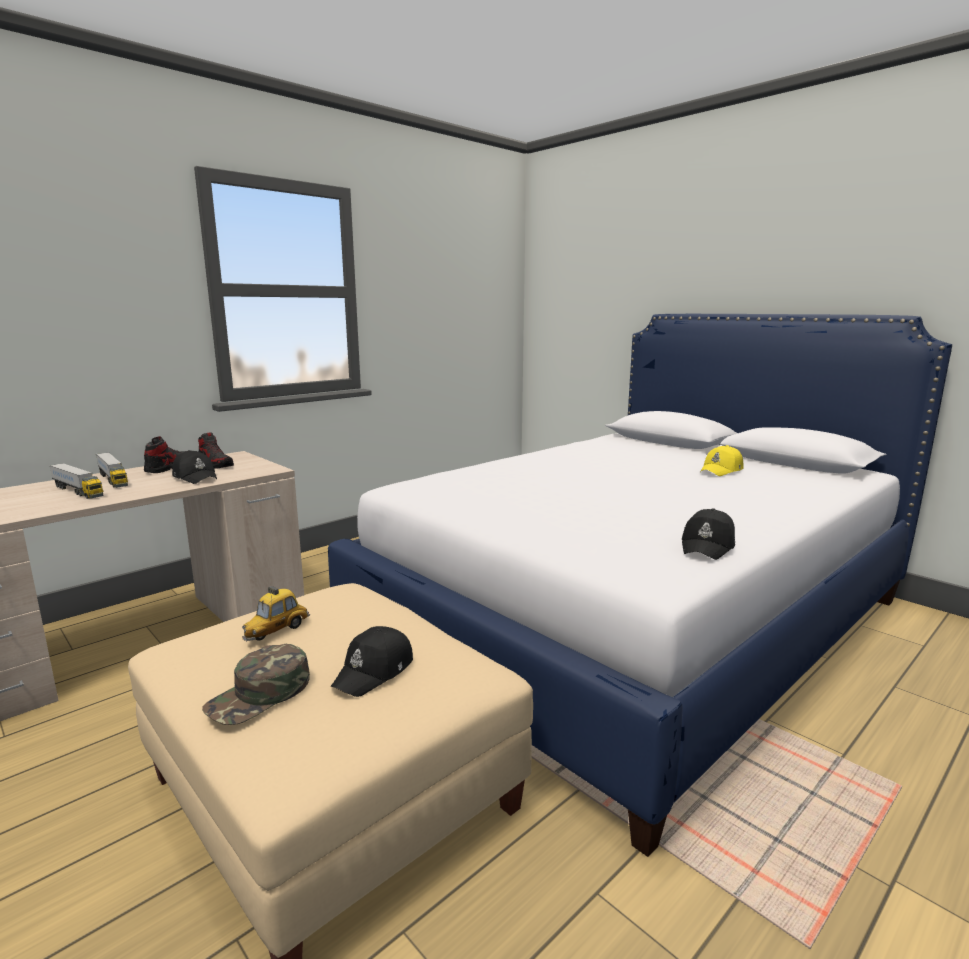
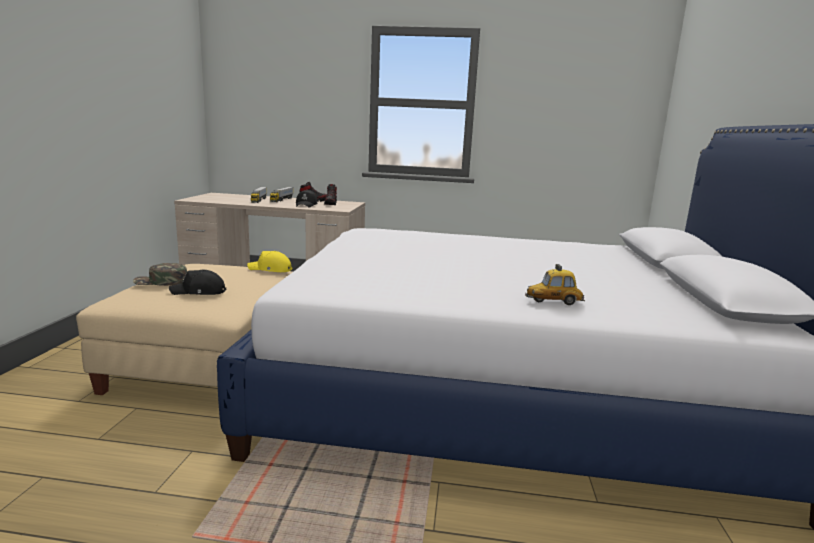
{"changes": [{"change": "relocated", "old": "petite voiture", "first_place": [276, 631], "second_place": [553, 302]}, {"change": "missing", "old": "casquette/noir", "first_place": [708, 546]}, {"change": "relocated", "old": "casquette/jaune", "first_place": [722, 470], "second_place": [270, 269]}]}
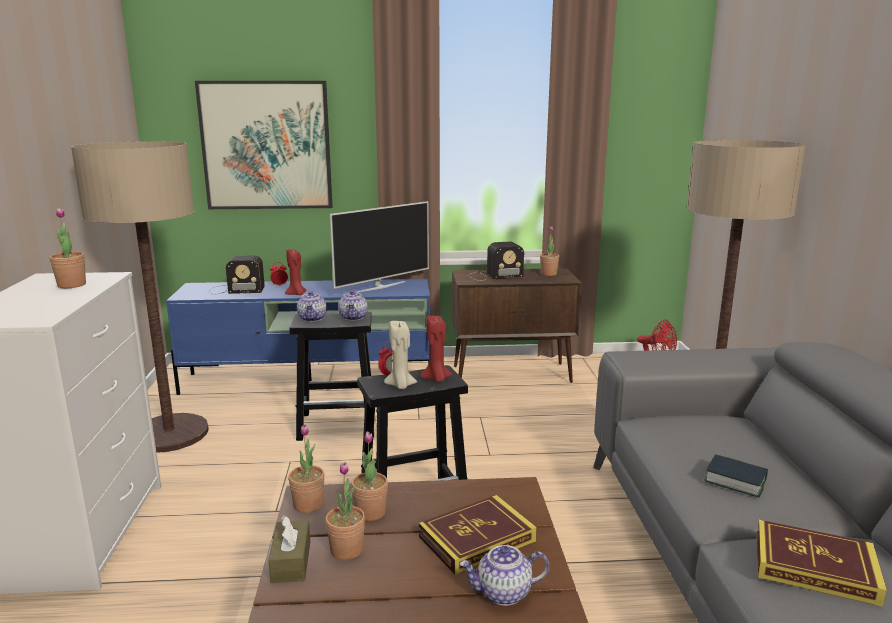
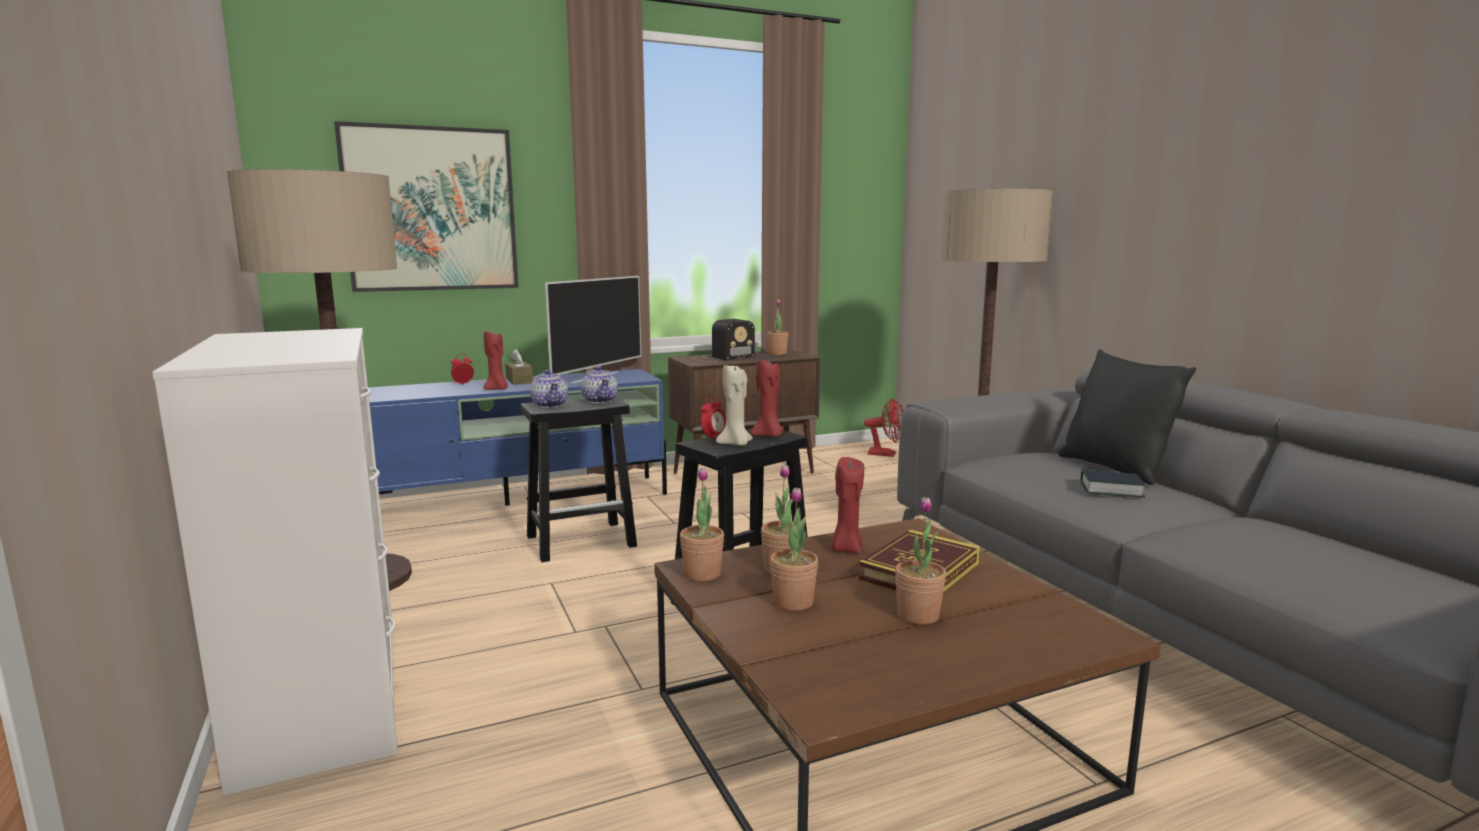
{"changes": [{"change": "relocated", "old": "plante en pot", "first_place": [71, 285], "second_place": [918, 615]}, {"change": "missing", "old": "radio", "first_place": [235, 289]}, {"change": "relocated", "old": "boîte à mouchoirs/marron", "first_place": [291, 561], "second_place": [519, 380]}, {"change": "missing", "old": "théière", "first_place": [503, 593]}, {"change": "missing", "old": "livre", "first_place": [815, 567]}, {"change": "appeared", "new": "bougie/rouge", "second_place": [846, 549]}, {"change": "appeared", "new": "coussin/noir", "second_place": [1113, 469]}]}
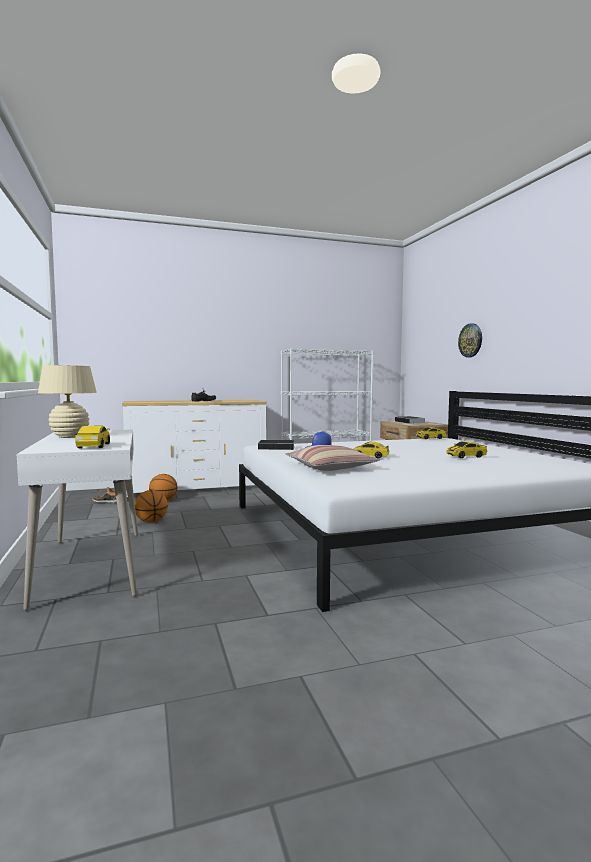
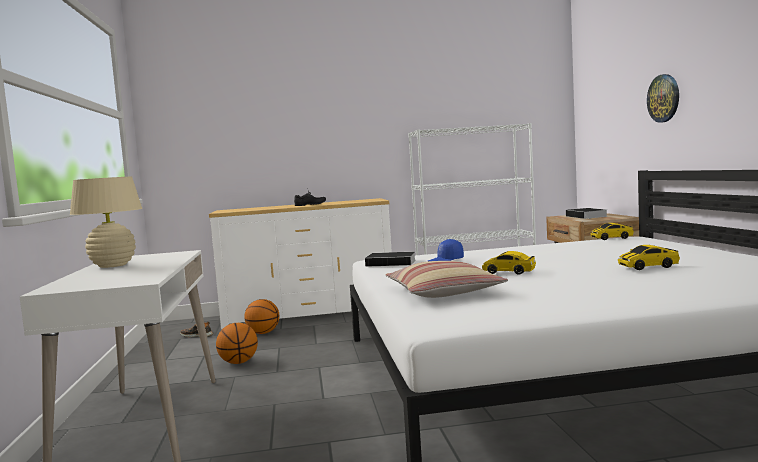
{"changes": [{"change": "missing", "old": "petite voiture", "first_place": [93, 446]}]}
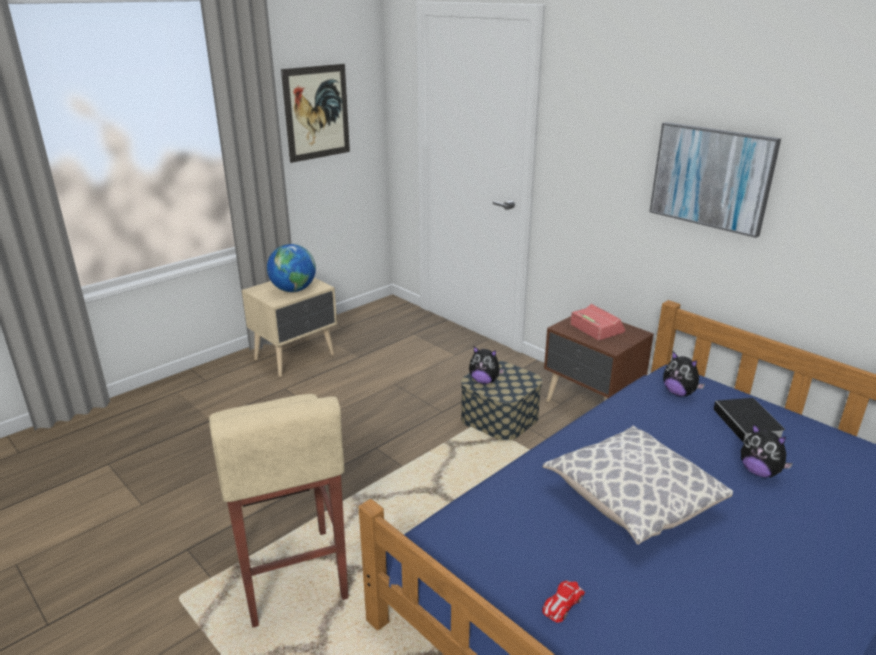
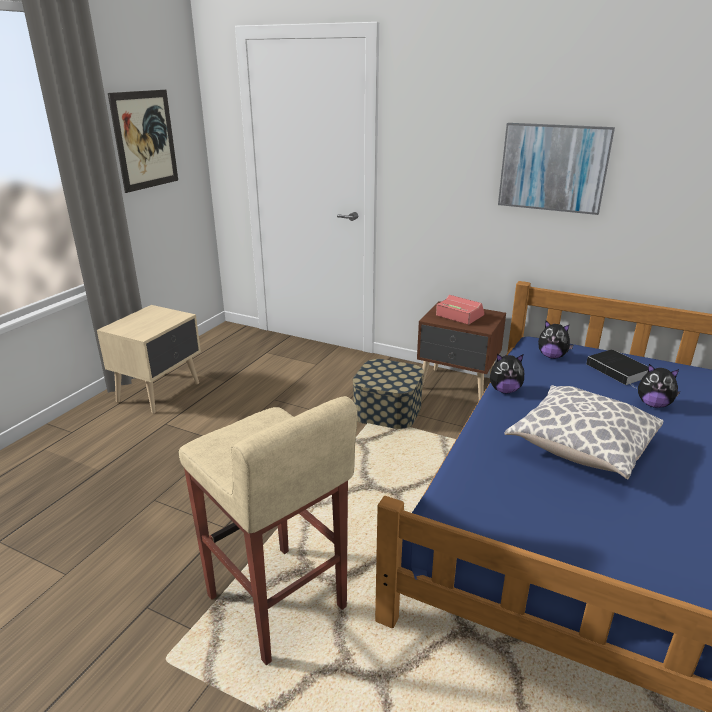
{"changes": [{"change": "missing", "old": "globe", "first_place": [293, 290]}, {"change": "relocated", "old": "peluche", "first_place": [484, 381], "second_place": [504, 390]}, {"change": "missing", "old": "petite voiture", "first_place": [562, 604]}]}
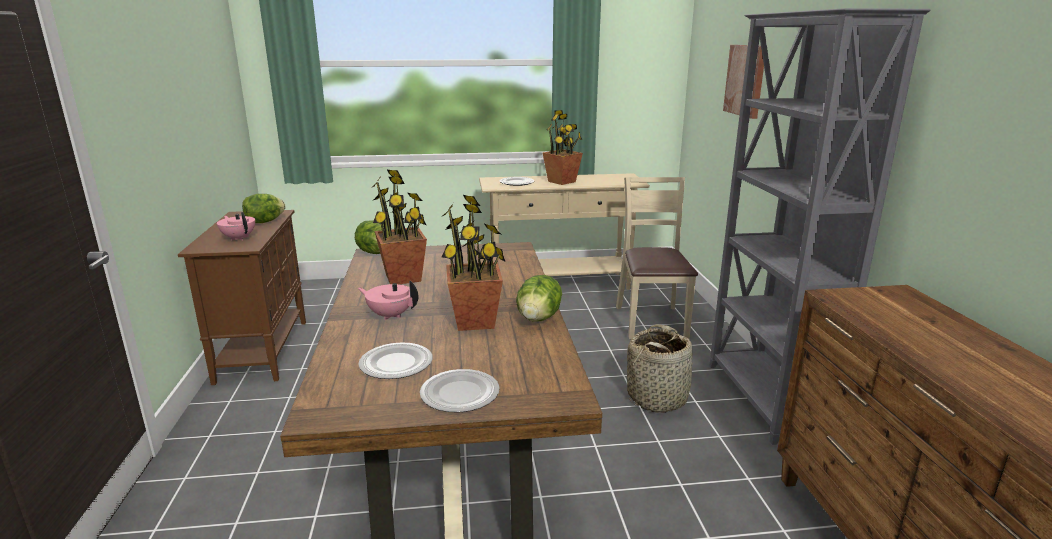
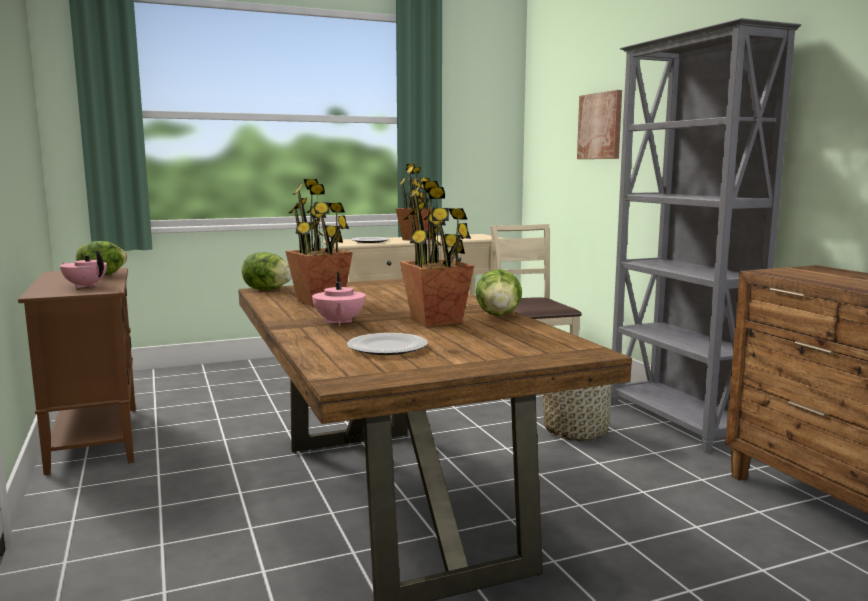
{"changes": [{"change": "spun", "old": "théière/rose", "first_place": [390, 315], "second_place": [339, 322], "degrees": -105}, {"change": "missing", "old": "assiette", "first_place": [461, 393]}]}
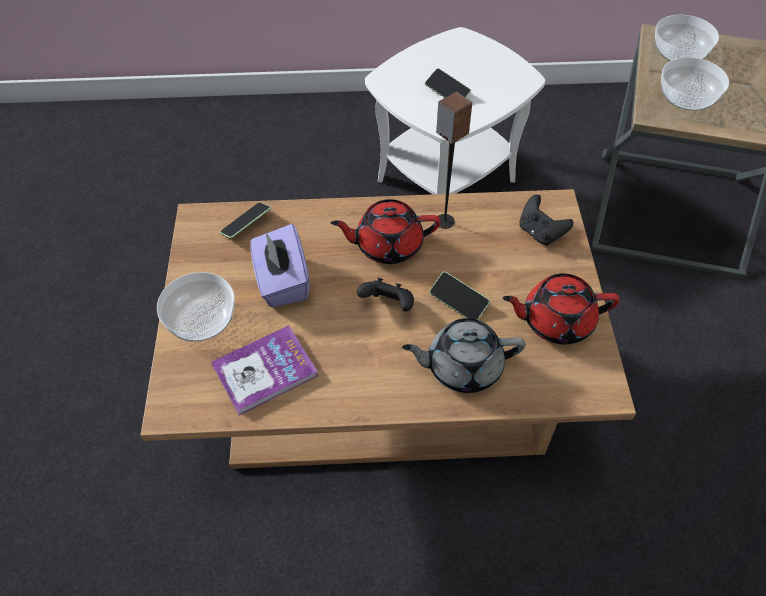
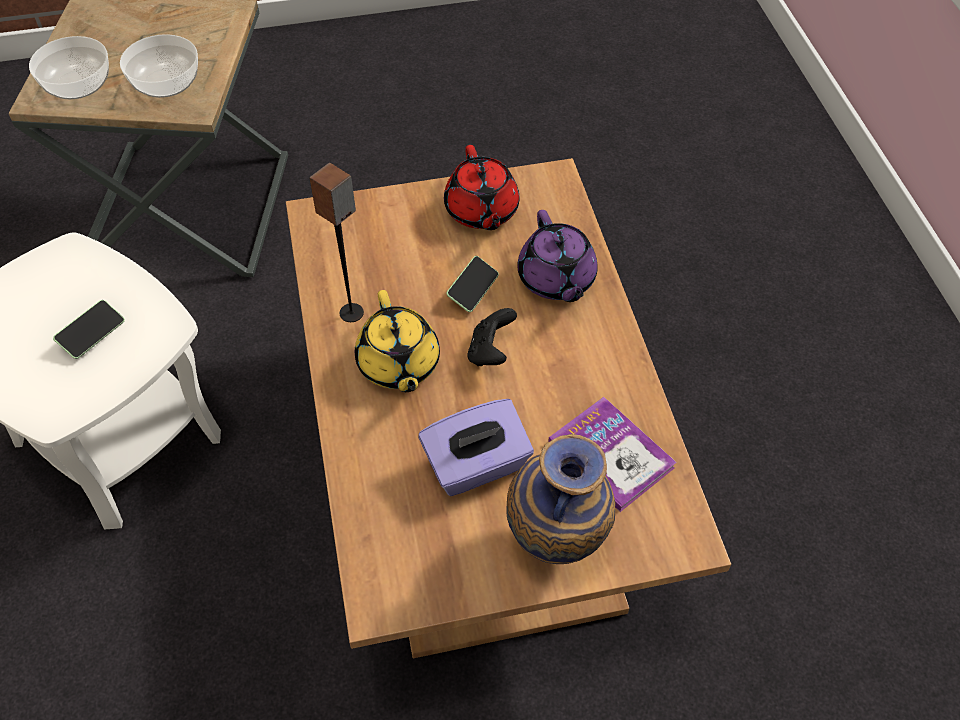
{"changes": [{"change": "exchanged", "old": "bol", "new": "vase", "first_place": [200, 319], "second_place": [556, 546]}, {"change": "missing", "old": "téléphone", "first_place": [246, 225]}, {"change": "colour", "old": "théière/rouge", "new": "théière/jaune", "first_place": [387, 245], "second_place": [398, 364]}, {"change": "colour", "old": "théière/gris", "new": "théière/violet", "first_place": [462, 366], "second_place": [556, 280]}, {"change": "missing", "old": "manette/noir", "first_place": [540, 233]}]}
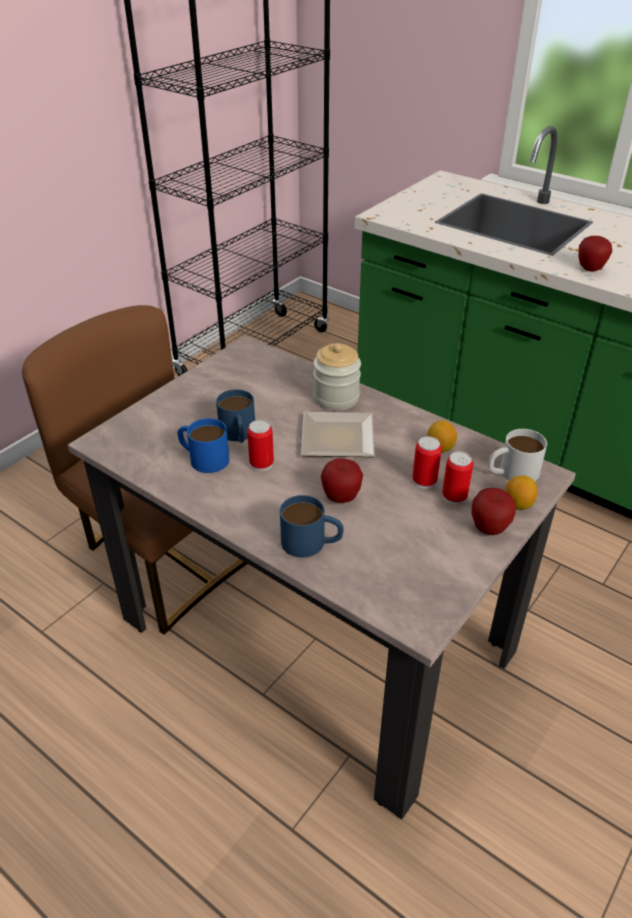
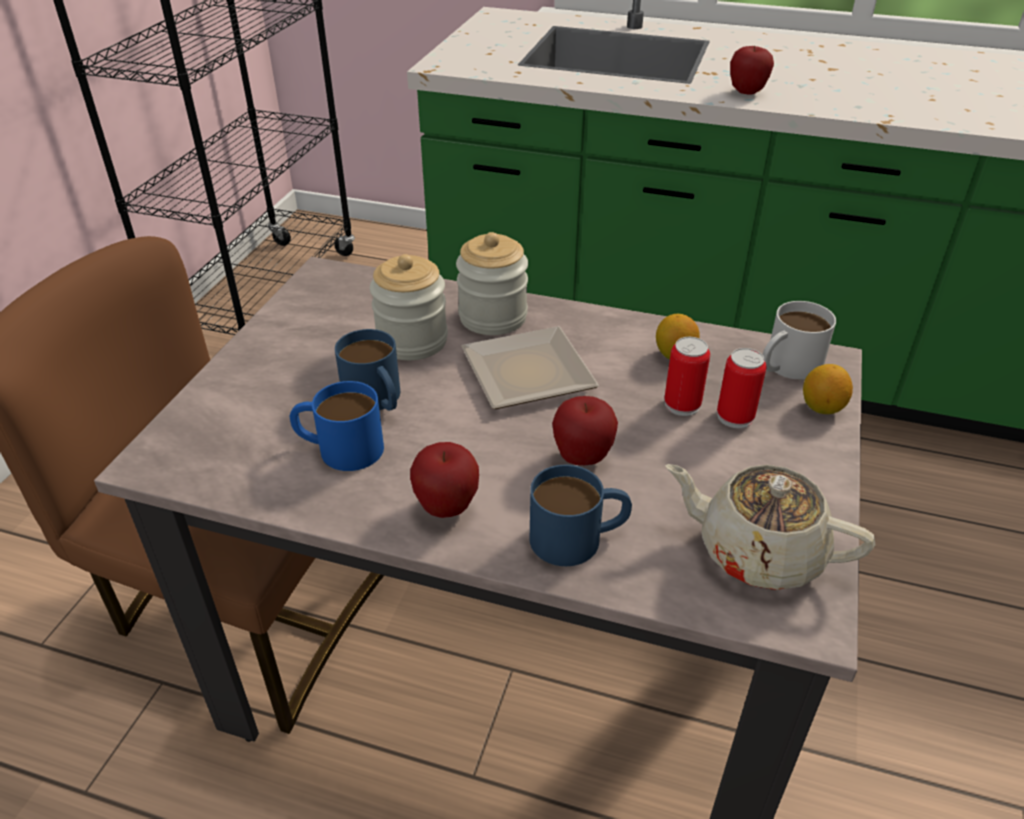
{"changes": [{"change": "missing", "old": "boîte métallique", "first_place": [261, 464]}, {"change": "relocated", "old": "pomme", "first_place": [489, 529], "second_place": [447, 507]}, {"change": "appeared", "new": "bocal", "second_place": [412, 341]}, {"change": "appeared", "new": "théière/beige", "second_place": [757, 551]}]}
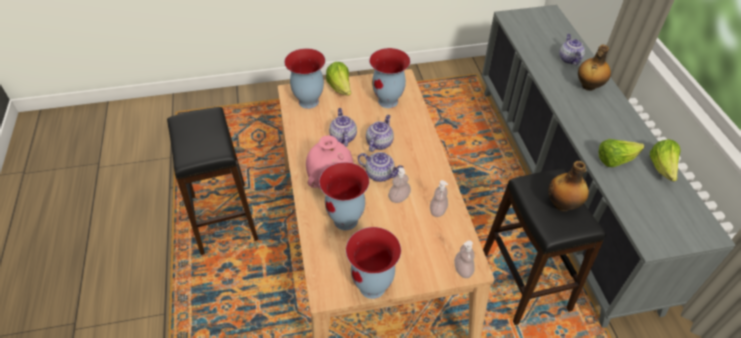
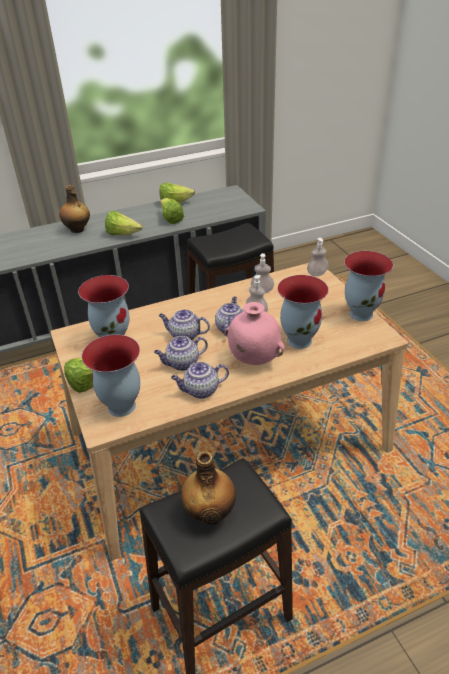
{"changes": [{"change": "relocated", "old": "bouteille", "first_place": [562, 205], "second_place": [210, 513]}, {"change": "relocated", "old": "théière", "first_place": [569, 59], "second_place": [200, 391]}, {"change": "appeared", "new": "laitue", "second_place": [123, 234]}]}
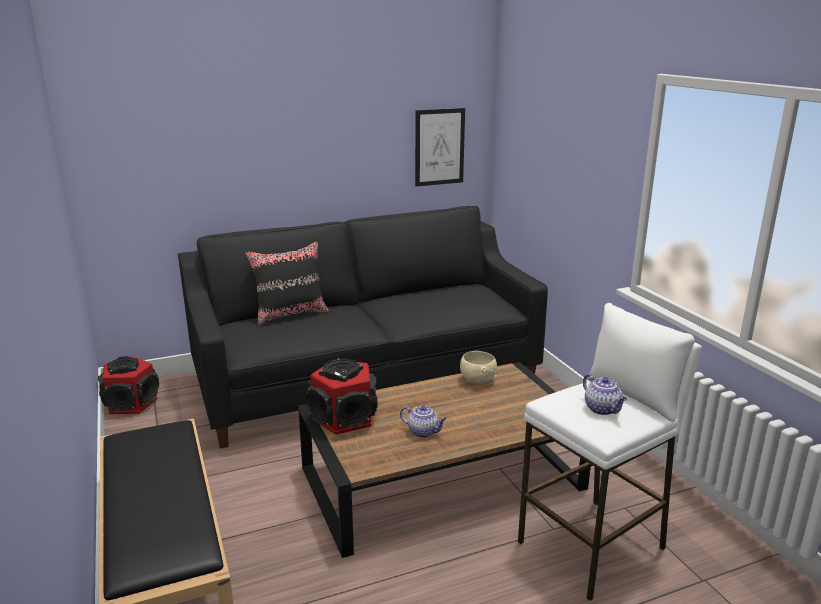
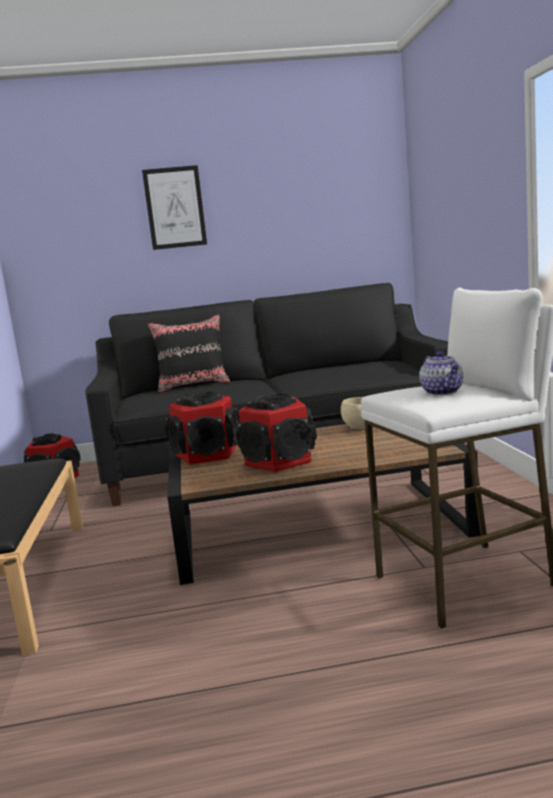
{"changes": [{"change": "exchanged", "old": "théière", "new": "enceinte", "first_place": [423, 432], "second_place": [280, 461]}, {"change": "relocated", "old": "tableau", "first_place": [439, 147], "second_place": [175, 207]}]}
